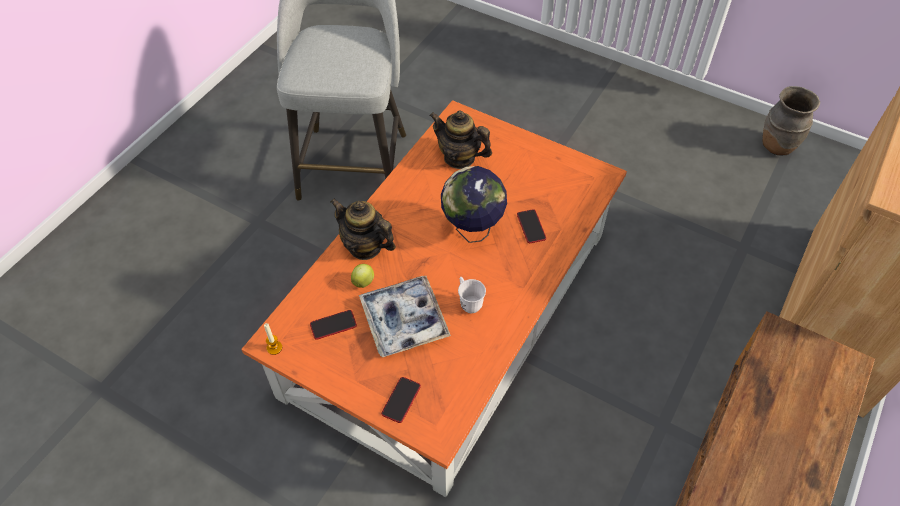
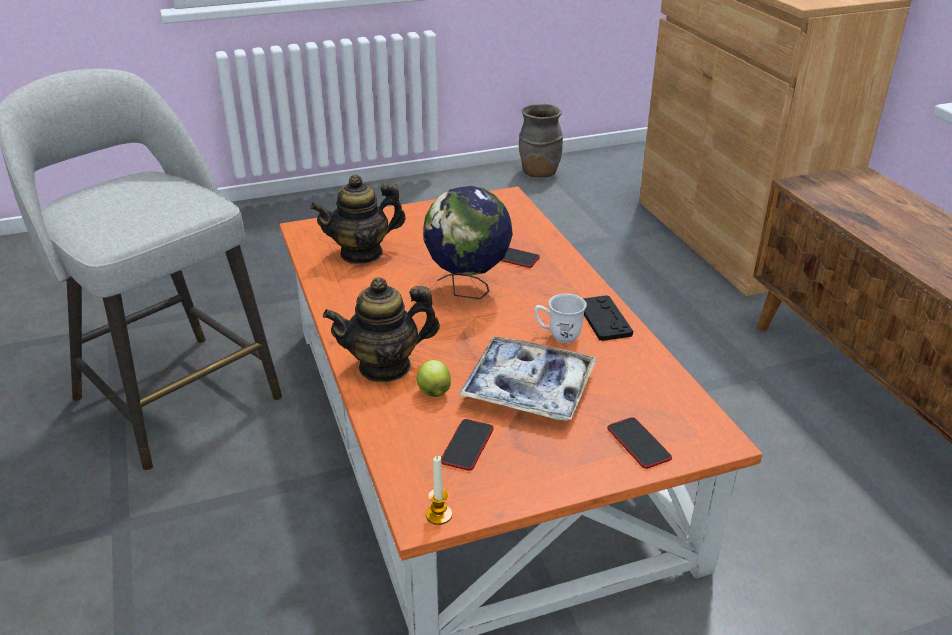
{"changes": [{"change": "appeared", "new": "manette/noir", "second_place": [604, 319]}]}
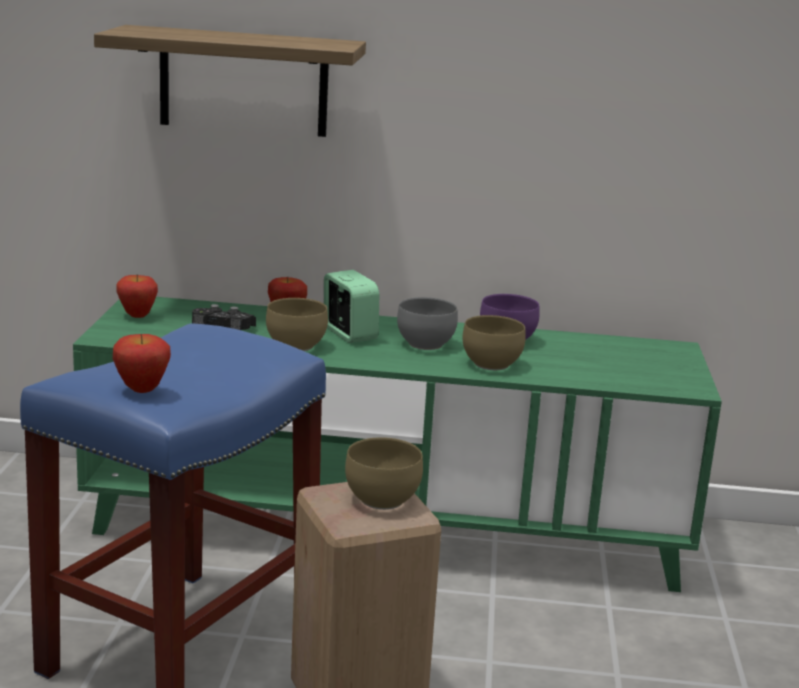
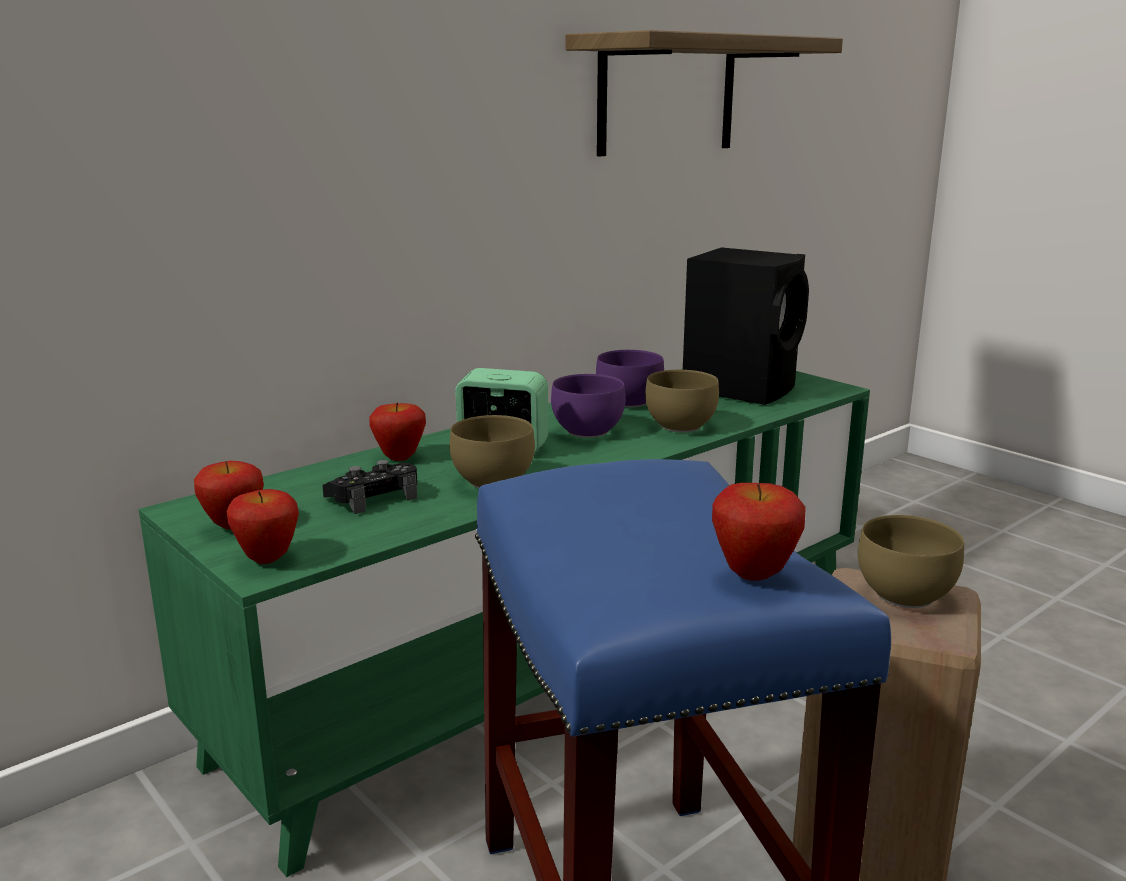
{"changes": [{"change": "relocated", "old": "étagère", "first_place": [243, 82], "second_place": [667, 95]}, {"change": "colour", "old": "bol/gris", "new": "bol/violet", "first_place": [423, 344], "second_place": [585, 431]}, {"change": "appeared", "new": "pomme", "second_place": [267, 559]}, {"change": "appeared", "new": "enceinte/noir", "second_place": [742, 388]}]}
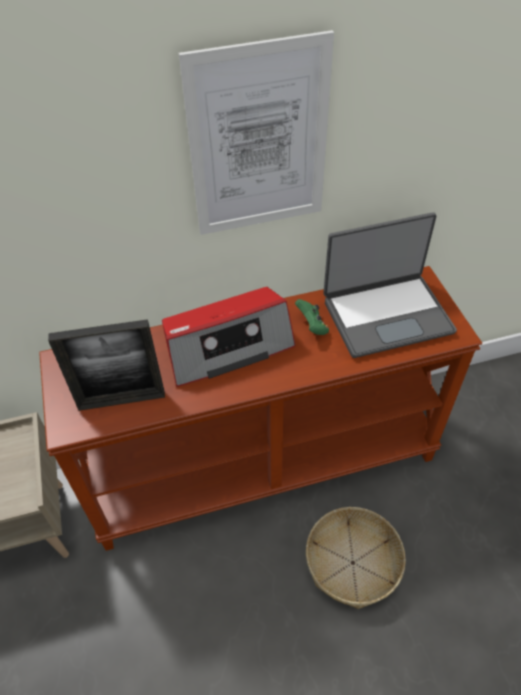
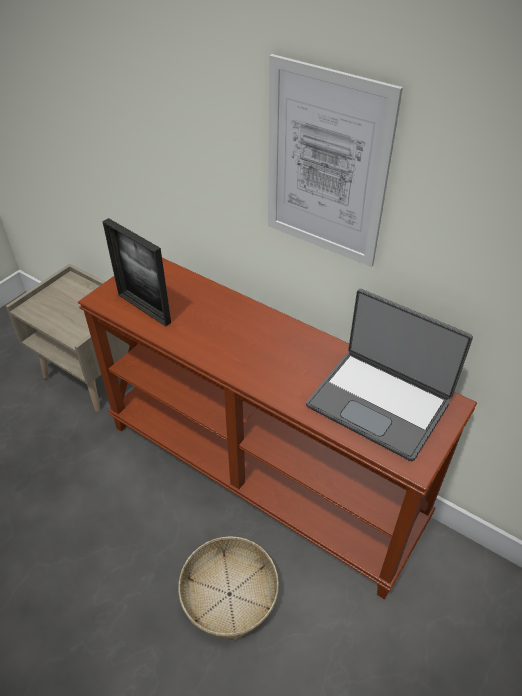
{"changes": [{"change": "missing", "old": "radio", "first_place": [227, 346]}, {"change": "missing", "old": "manette/vert", "first_place": [312, 326]}]}
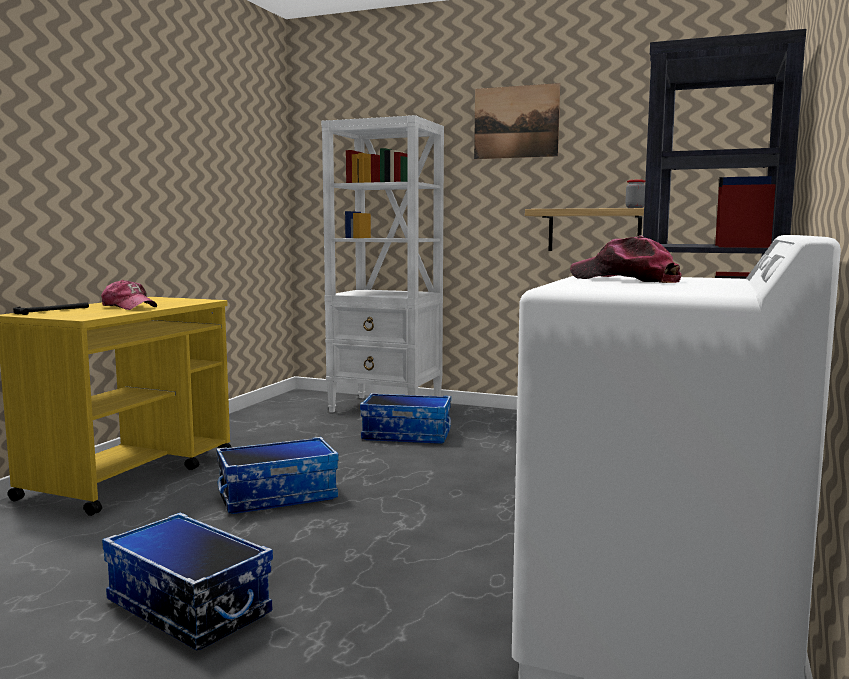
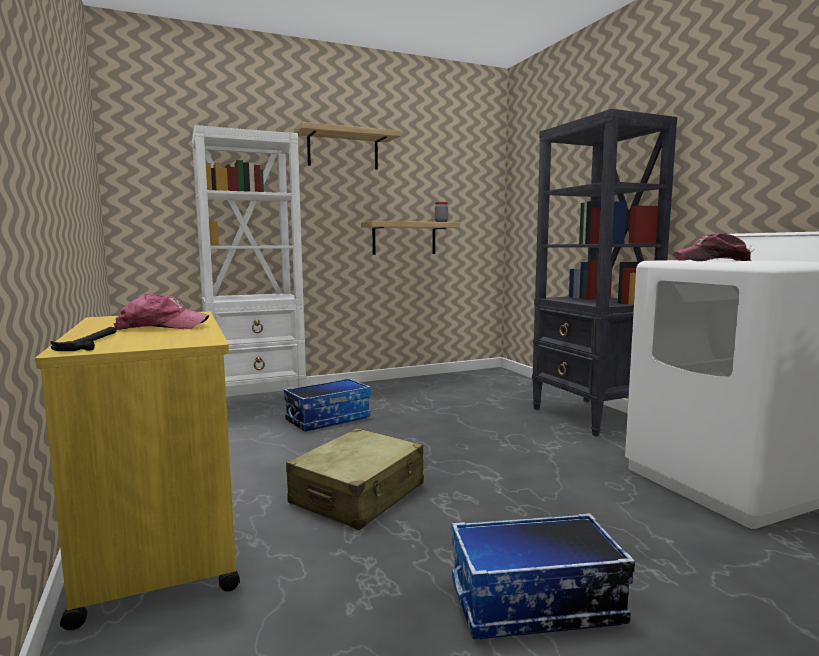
{"changes": [{"change": "exchanged", "old": "boîte de rangement", "new": "valise/beige", "first_place": [278, 496], "second_place": [358, 495]}, {"change": "exchanged", "old": "tableau", "new": "étagère", "first_place": [516, 122], "second_place": [343, 150]}]}
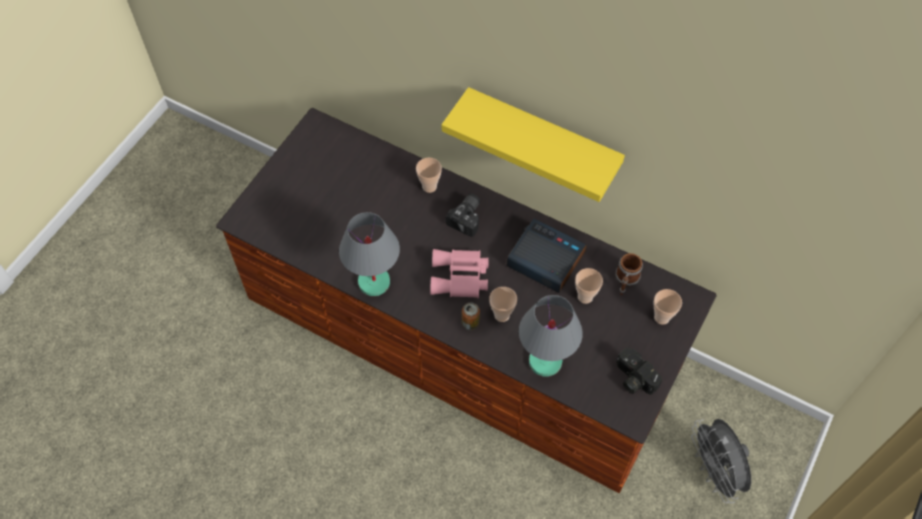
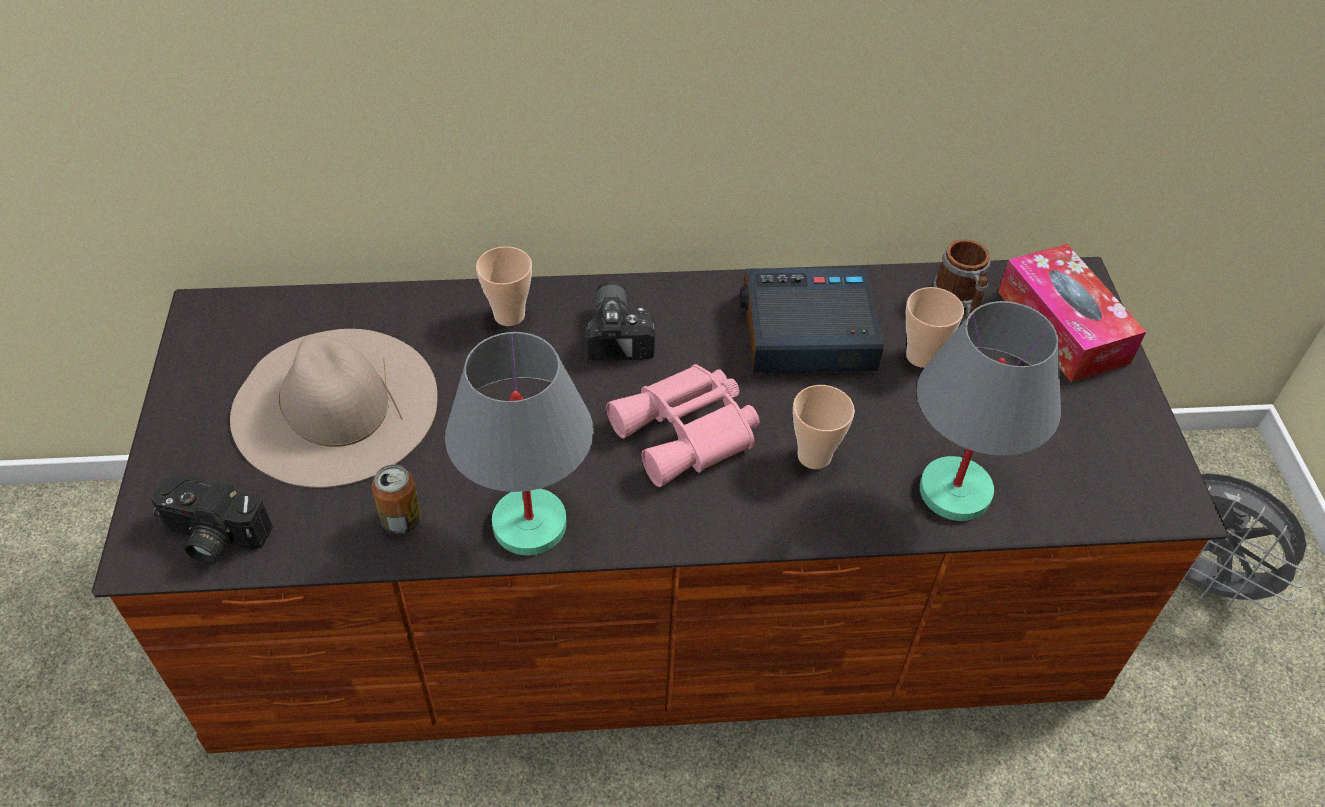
{"changes": [{"change": "missing", "old": "étagère/jaune", "first_place": [542, 139]}, {"change": "relocated", "old": "boîte métallique", "first_place": [470, 323], "second_place": [401, 520]}, {"change": "relocated", "old": "appareil photo", "first_place": [633, 378], "second_place": [212, 537]}, {"change": "exchanged", "old": "tasse", "new": "boîte à mouchoirs", "first_place": [662, 317], "second_place": [1062, 327]}, {"change": "appeared", "new": "chapeau/beige", "second_place": [335, 404]}]}
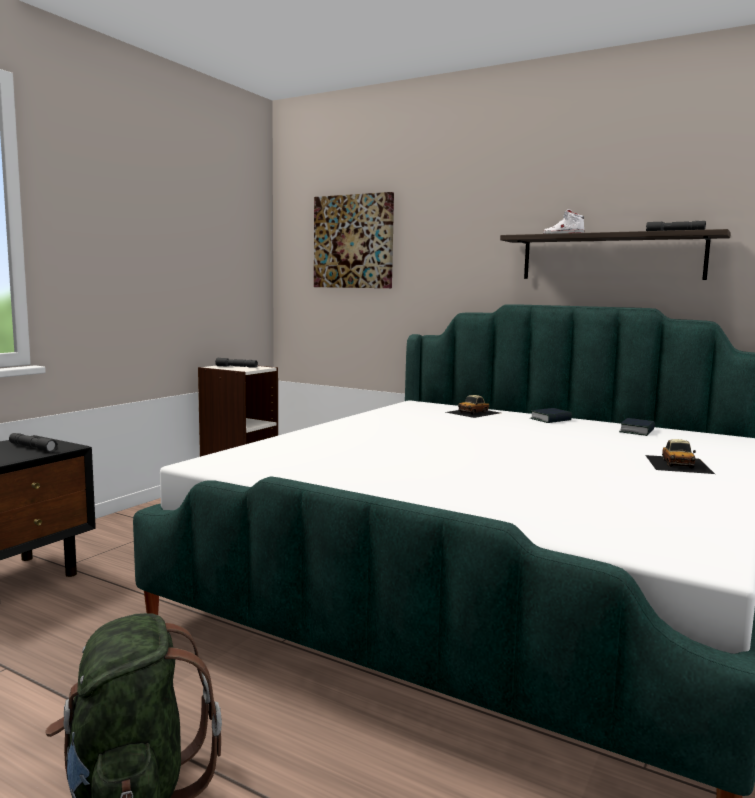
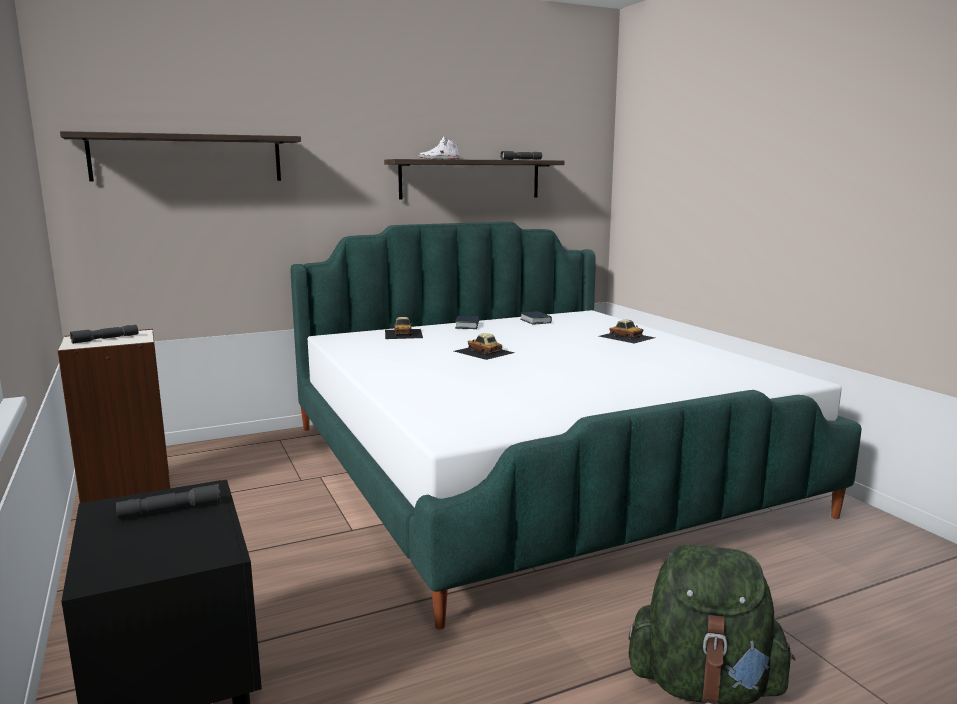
{"changes": [{"change": "exchanged", "old": "tableau", "new": "étagère", "first_place": [354, 242], "second_place": [187, 158]}, {"change": "appeared", "new": "petite voiture", "second_place": [483, 352]}]}
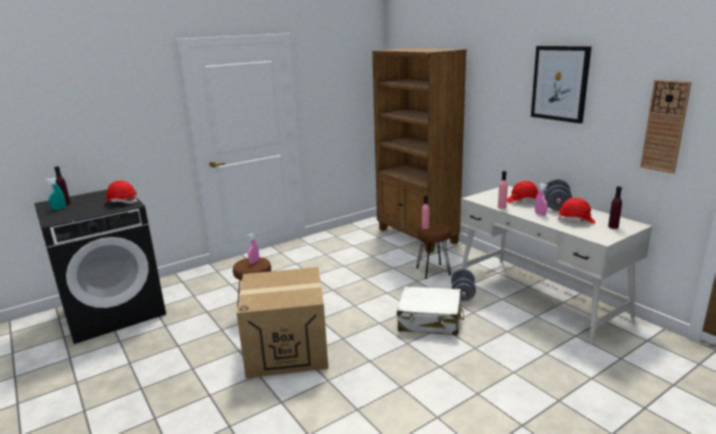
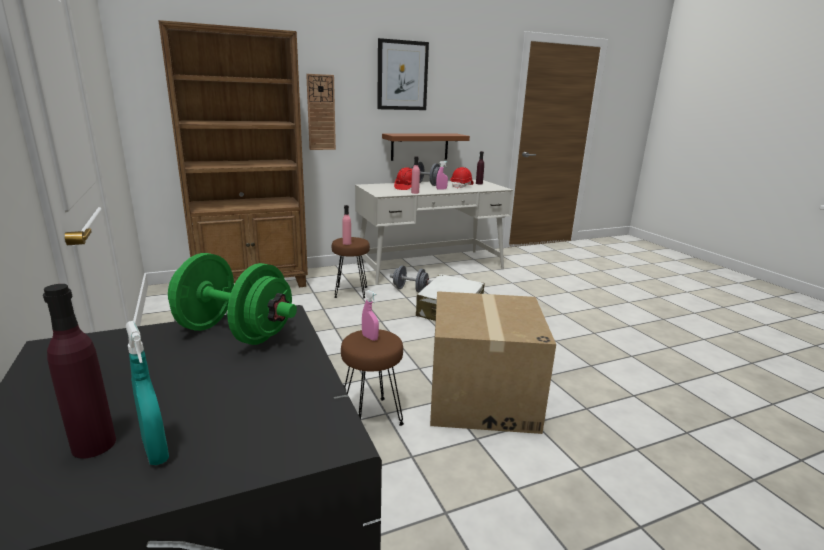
{"changes": [{"change": "exchanged", "old": "casque de chantier/rouge", "new": "haltère/vert", "first_place": [121, 202], "second_place": [234, 333]}, {"change": "relocated", "old": "horloge murale", "first_place": [665, 126], "second_place": [321, 112]}, {"change": "appeared", "new": "étagère/marron", "second_place": [419, 146]}]}
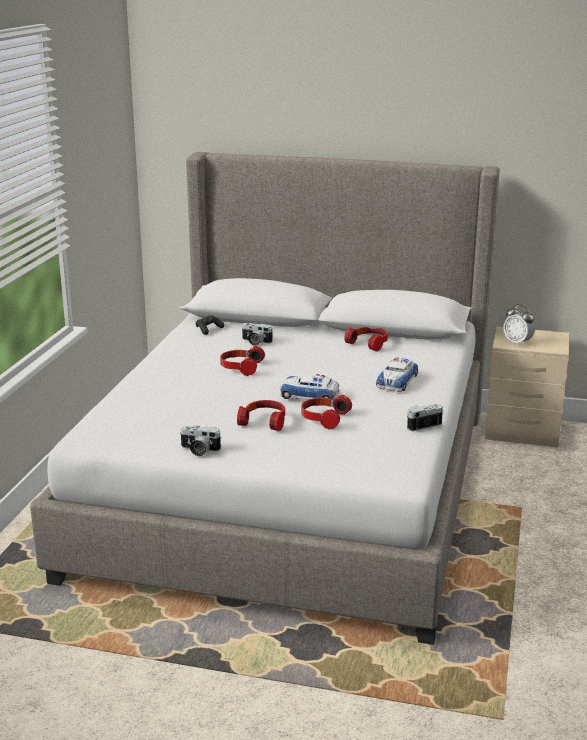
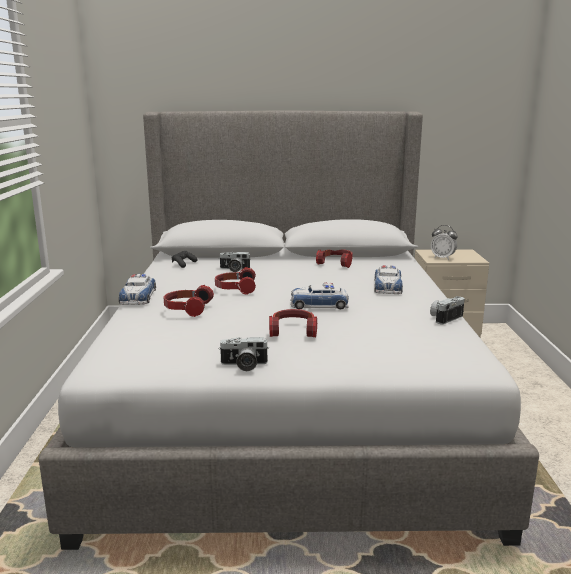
{"changes": [{"change": "relocated", "old": "casque audio", "first_place": [323, 418], "second_place": [187, 309]}, {"change": "appeared", "new": "petite voiture", "second_place": [138, 296]}]}
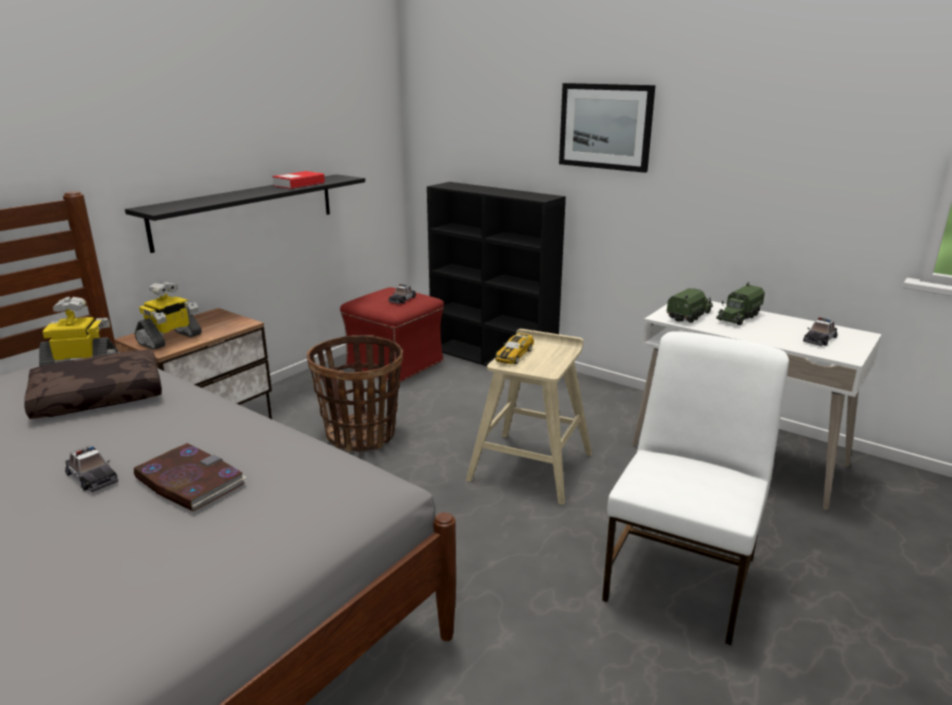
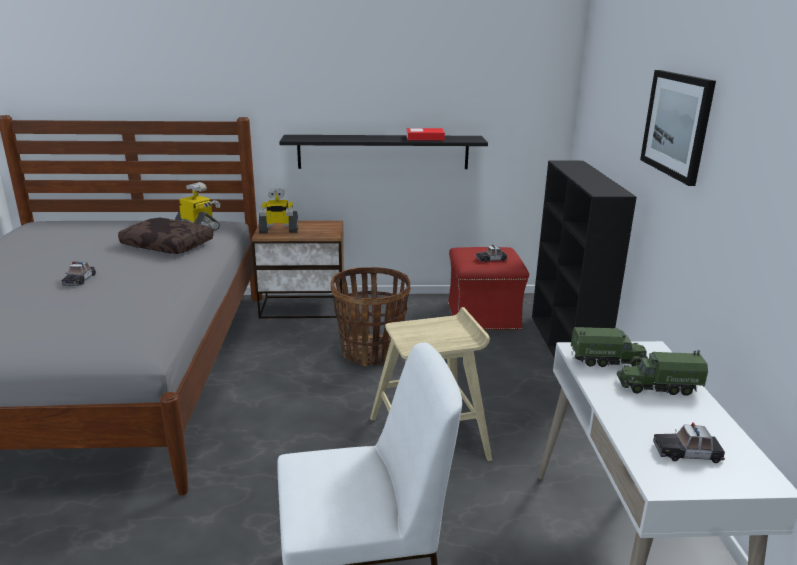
{"changes": [{"change": "missing", "old": "livre", "first_place": [189, 481]}, {"change": "missing", "old": "petite voiture", "first_place": [514, 355]}]}
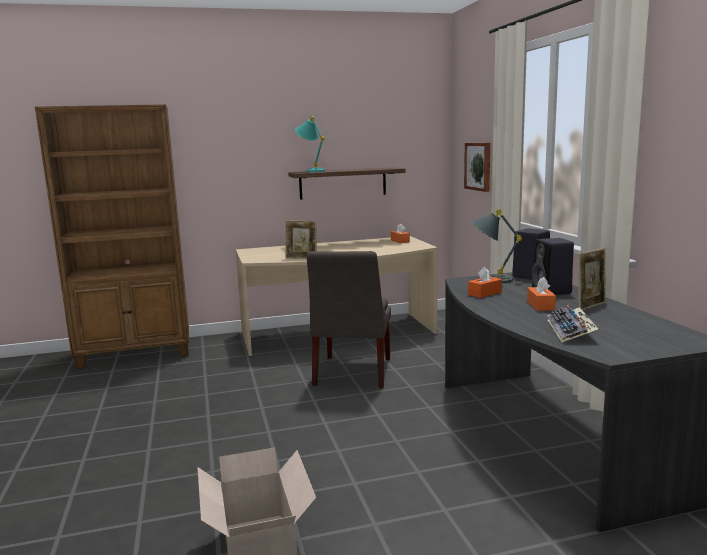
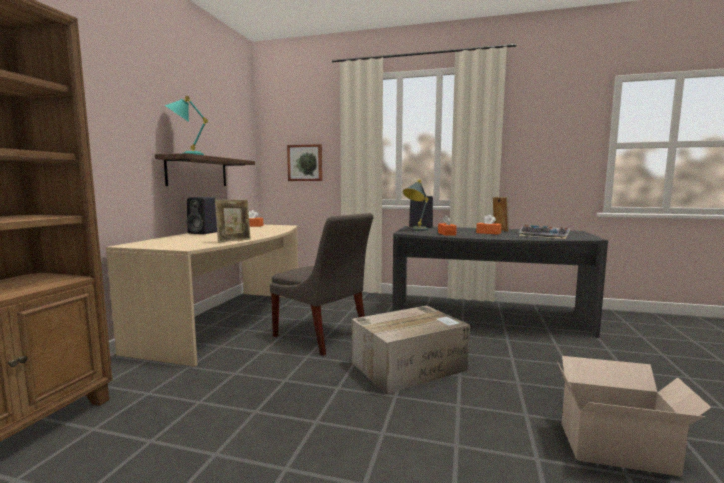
{"changes": [{"change": "relocated", "old": "enceinte/noir", "first_place": [552, 291], "second_place": [203, 233]}, {"change": "appeared", "new": "carton", "second_place": [409, 366]}]}
